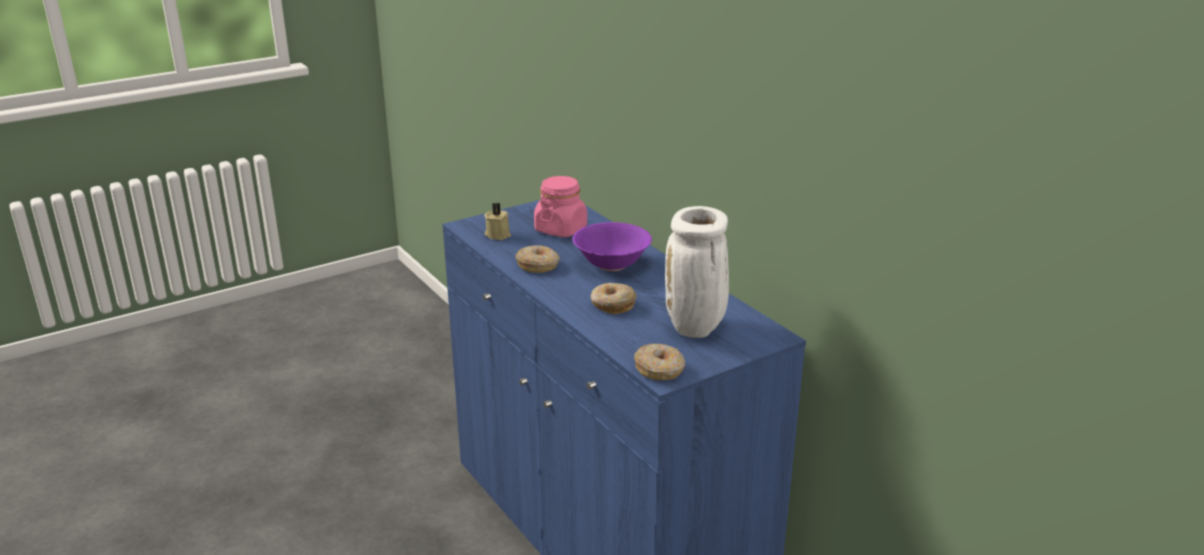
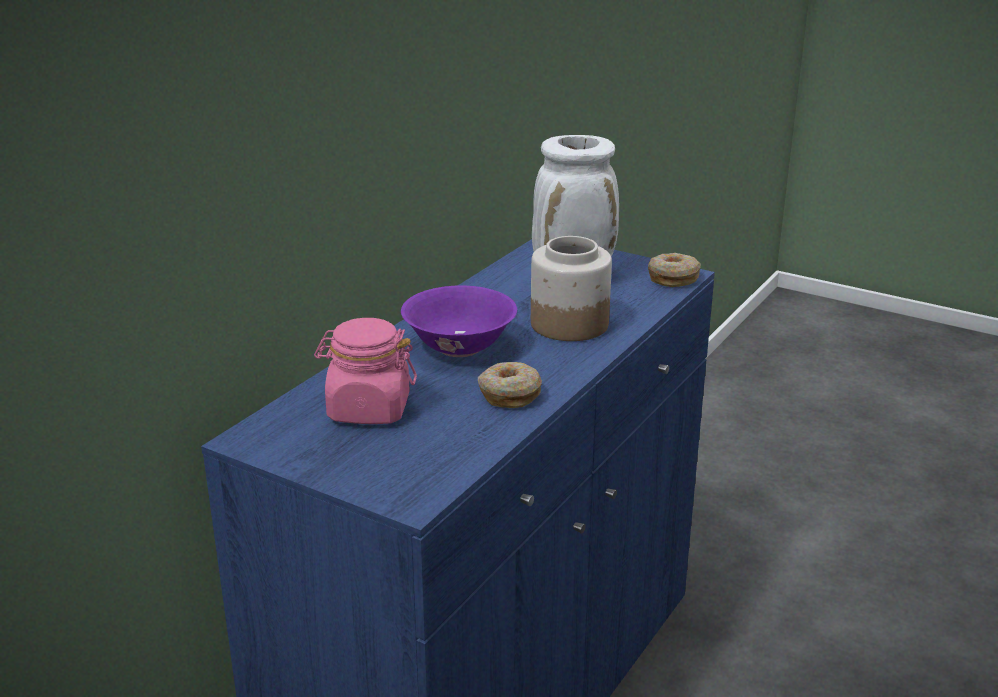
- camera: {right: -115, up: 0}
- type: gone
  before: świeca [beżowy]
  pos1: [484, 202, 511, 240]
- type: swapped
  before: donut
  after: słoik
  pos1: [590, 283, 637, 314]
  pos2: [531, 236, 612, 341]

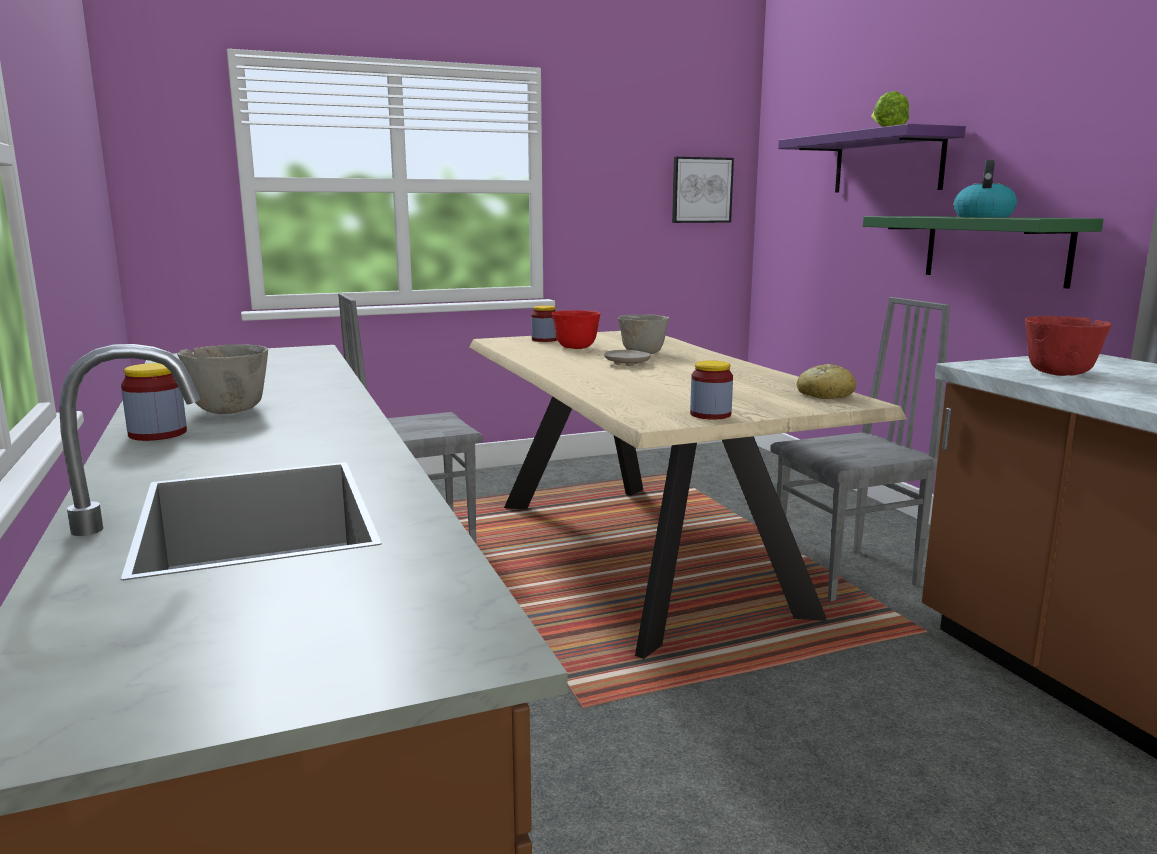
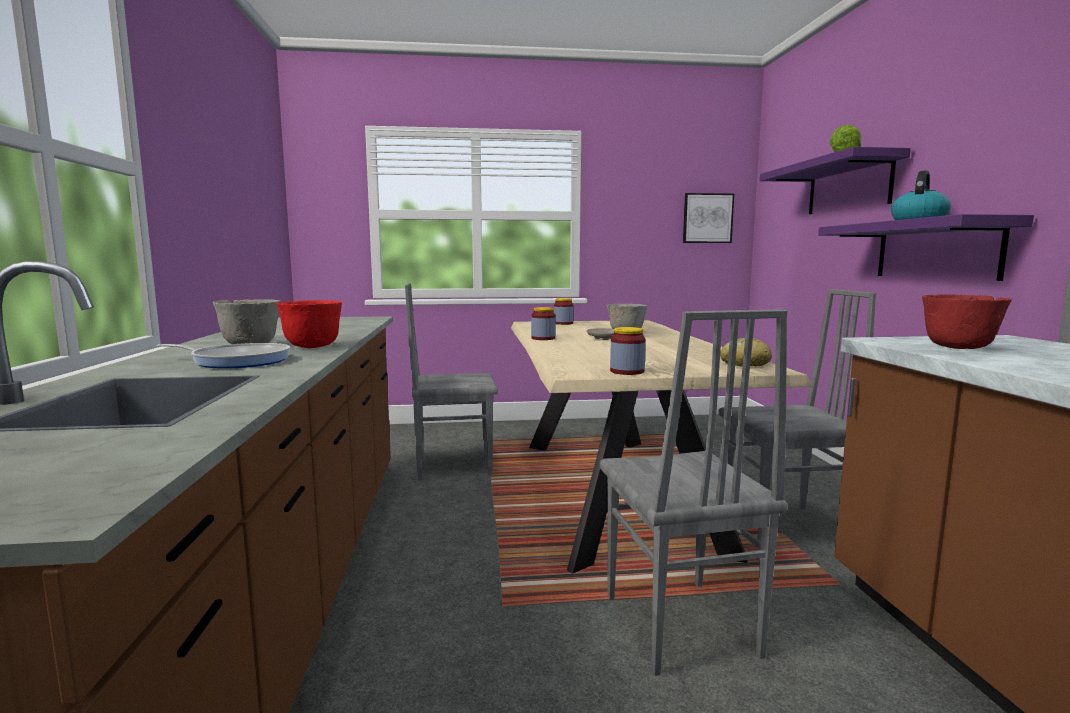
- camera: {right: 15, up: -5}
- type: shifted
  before: słoik
  pos1: [121, 363, 187, 441]
  pos2: [531, 307, 556, 340]
- type: shifted
  before: miska [czerwony]
  pos1: [551, 310, 600, 349]
  pos2: [276, 300, 342, 348]
- type: repainted
  before: półka [zielony]
  after: półka [fioletowy]
  pos1: [863, 216, 1104, 289]
  pos2: [818, 214, 1034, 281]
- type: new
  after: patelnia
  pos2: [157, 343, 290, 369]
- type: new
  after: krzesło [szary]
  pos2: [600, 309, 788, 676]

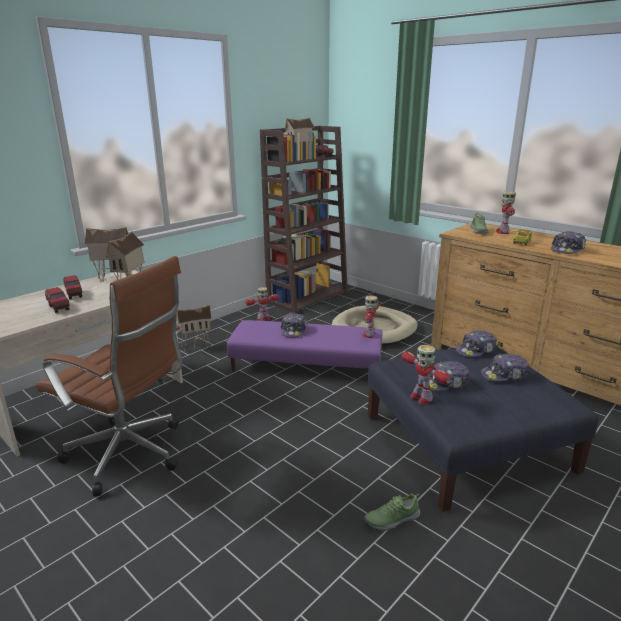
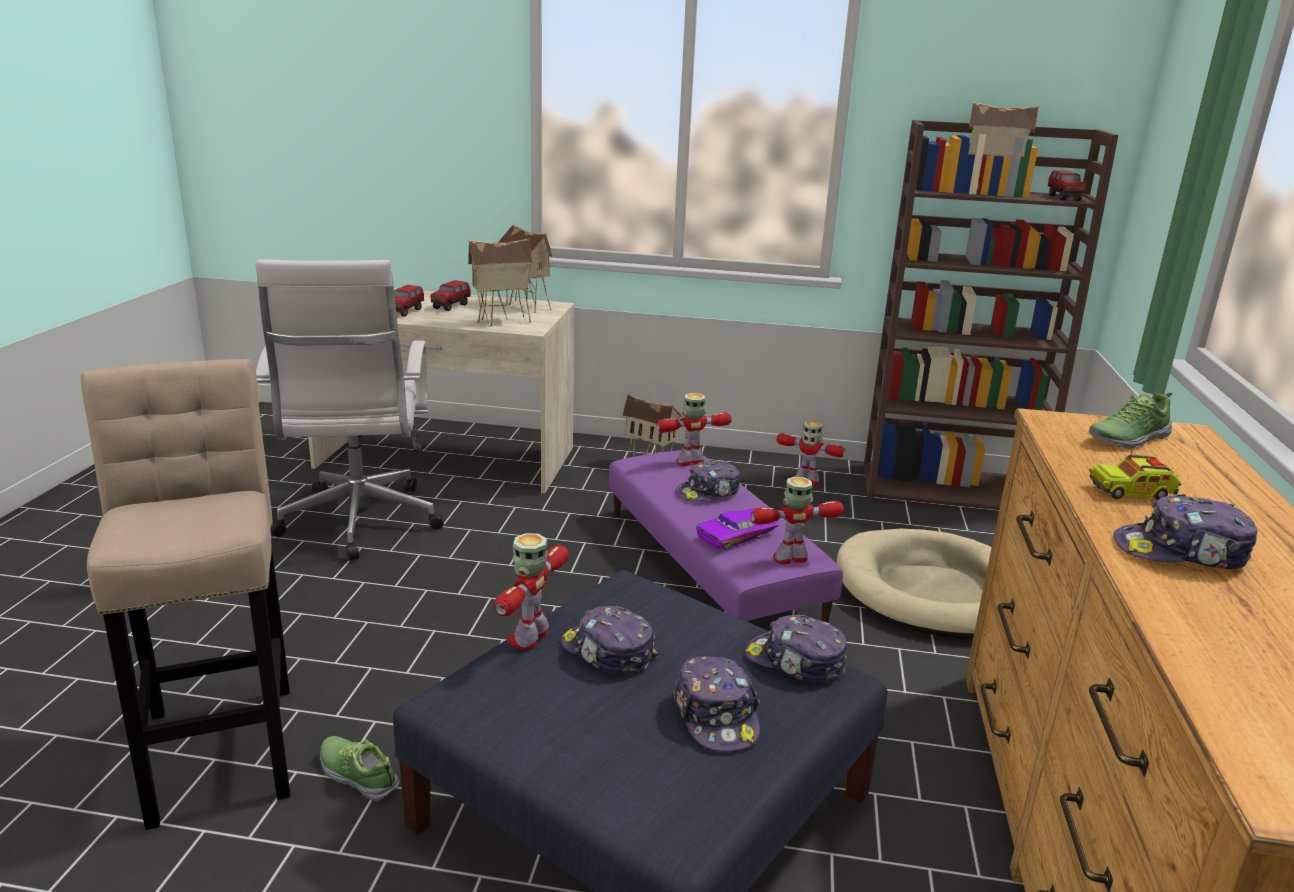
- camera: {right: 55, up: 0}
- type: repainted
  before: krzesło biurowe [brązowy]
  after: krzesło biurowe [biały]
  pos1: [36, 256, 182, 497]
  pos2: [255, 259, 444, 561]
- type: rotated
  before: czapka z daszkiem
  pos1: [481, 354, 529, 381]
  pos2: [673, 656, 760, 752]
  turn: -150
- type: shifted
  before: robot zabawkowy
  pos1: [496, 192, 516, 234]
  pos2: [657, 393, 732, 466]
- type: new
  after: stołek [beżowy]
  pos2: [81, 359, 290, 830]
- type: new
  after: samochodzik [fioletowy]
  pos2: [696, 507, 780, 550]

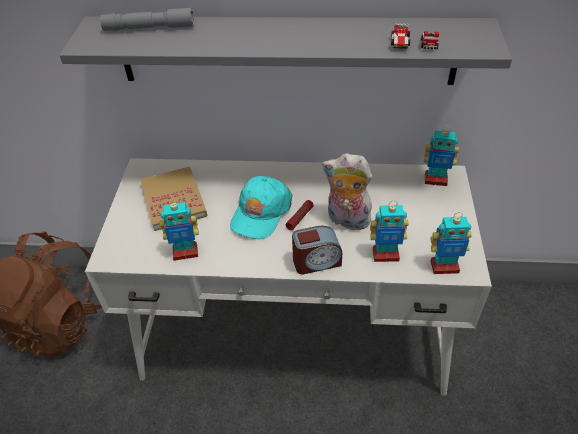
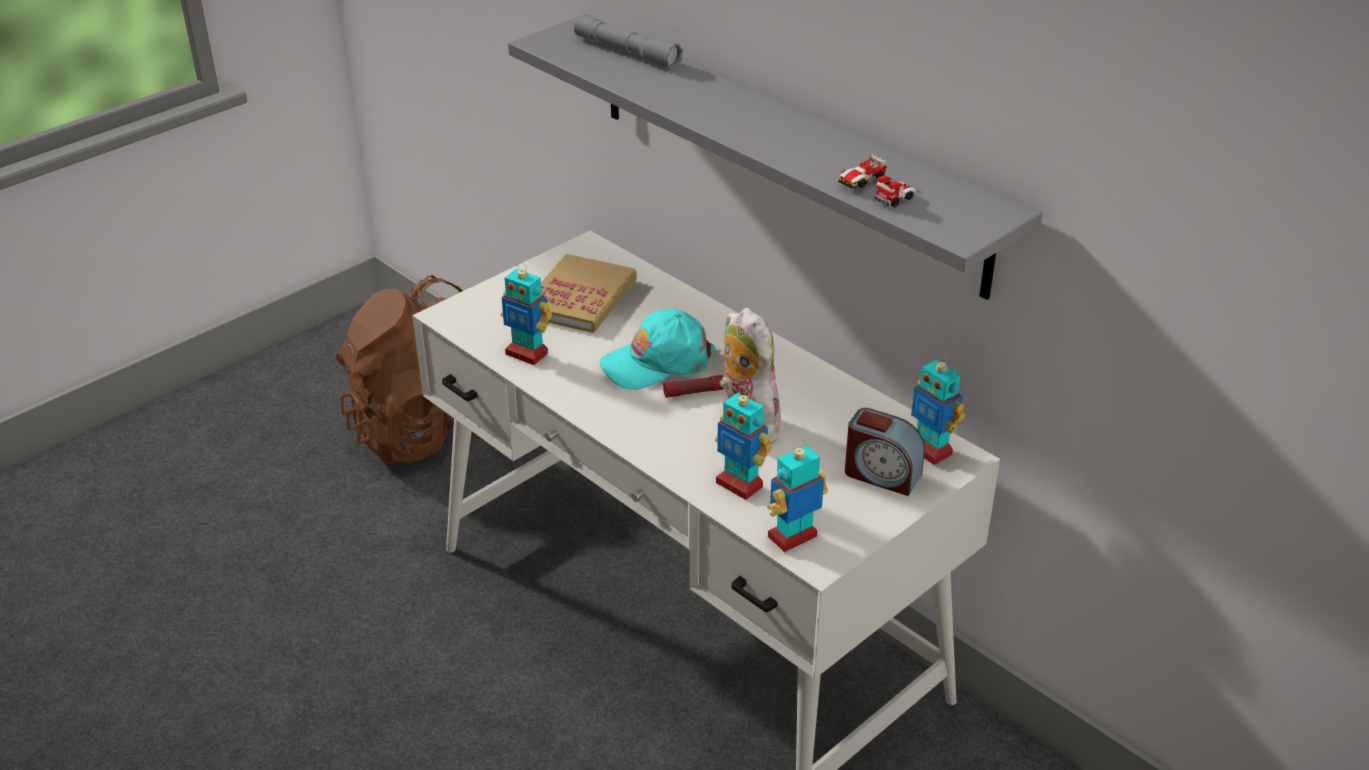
- camera: {right: 40, up: -10}
- type: shifted
  before: budzik
  pos1: [292, 226, 342, 275]
  pos2: [845, 408, 925, 496]
- type: rotated
  before: robot zabawkowy
  pos1: [431, 214, 472, 274]
  pos2: [767, 440, 828, 552]
  turn: 105

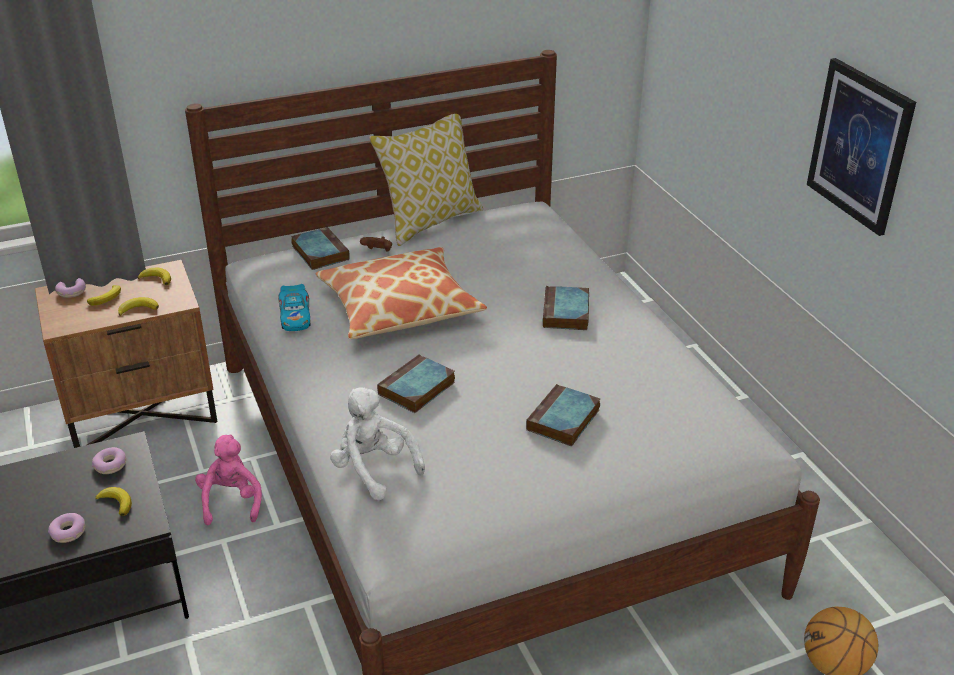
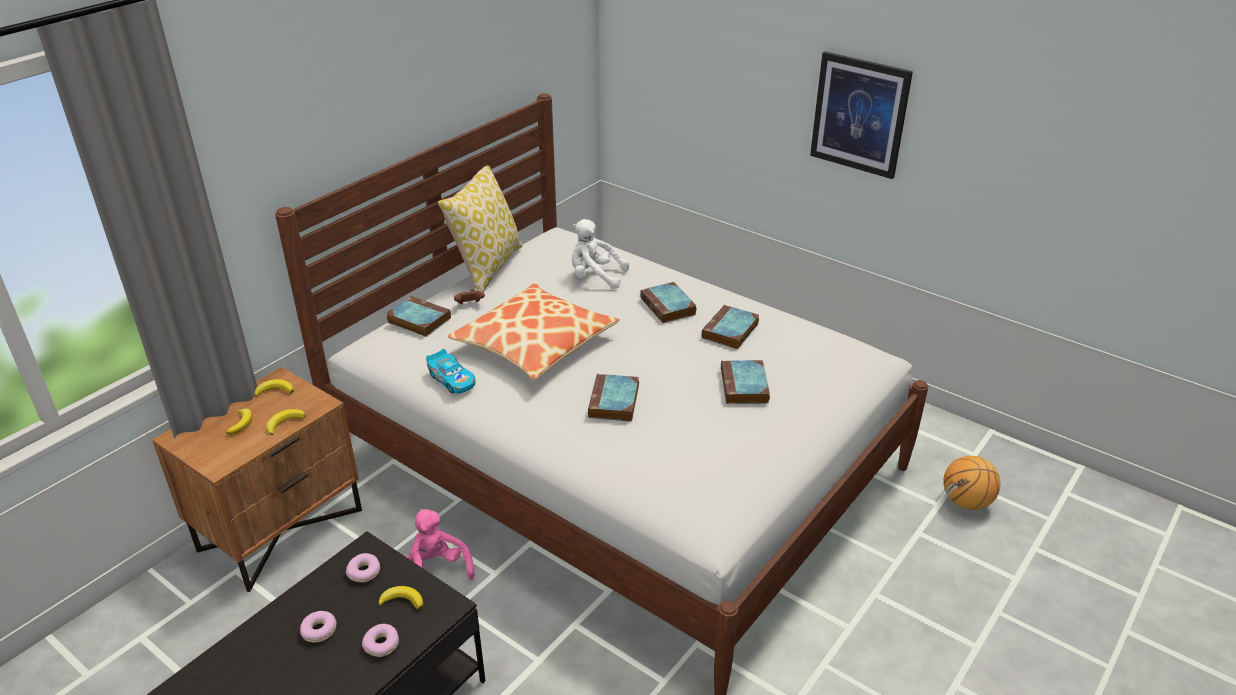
- camera: {right: -30, up: 0}
- type: shifted
  before: donut
  pos1: [55, 278, 86, 298]
  pos2: [300, 611, 337, 643]
- type: shifted
  before: pluszak [biały]
  pos1: [330, 387, 425, 500]
  pos2: [572, 219, 629, 289]
- type: new
  after: książka
  pos2: [702, 305, 759, 349]

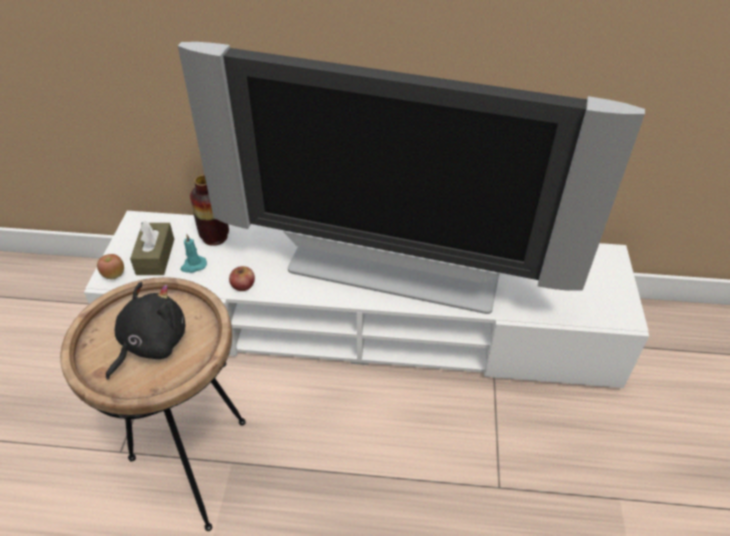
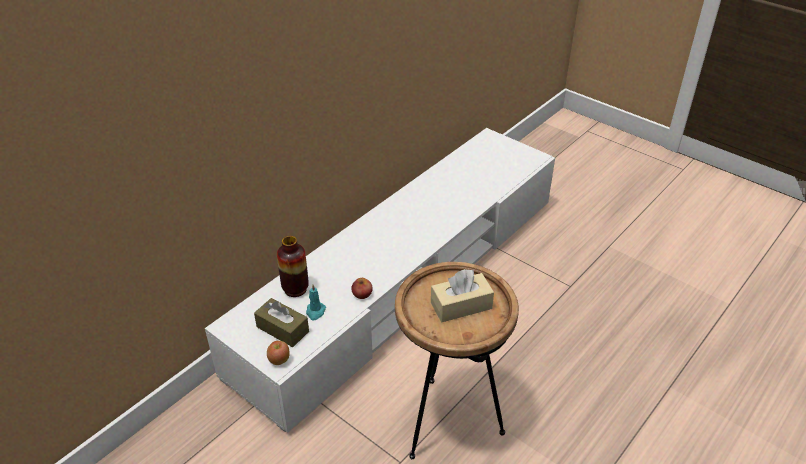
- camera: {right: -55, up: -5}
- type: swapped
  before: pluszak [czarny]
  after: pudełko chusteczek [beżowy]
  pos1: [106, 282, 186, 380]
  pos2: [431, 269, 494, 322]
- type: gone
  before: telewizor
  pos1: [178, 42, 645, 314]

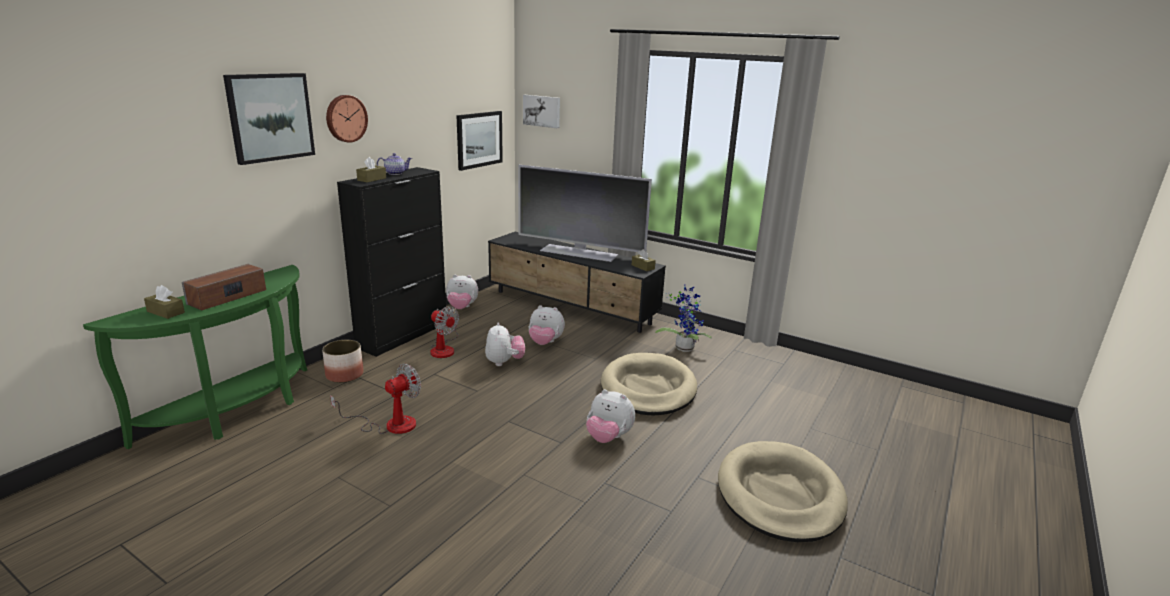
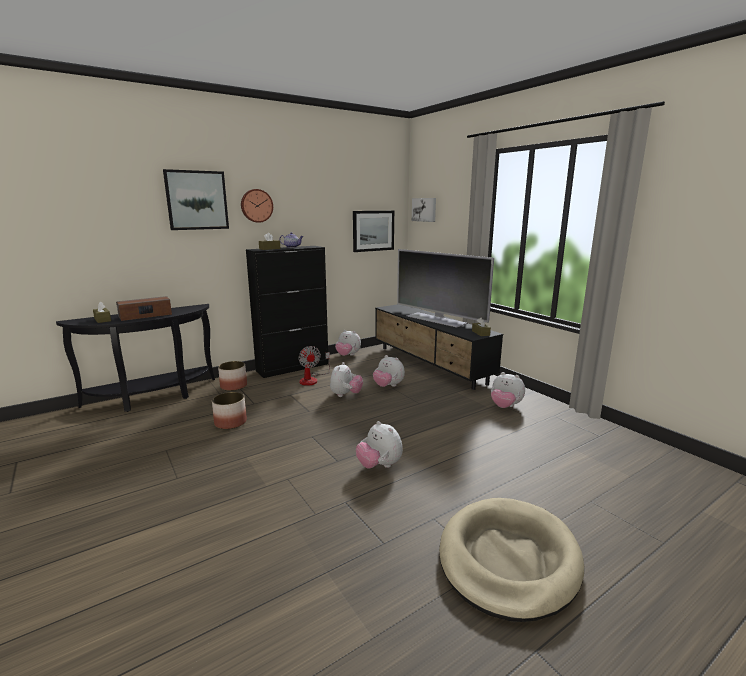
- camera: {right: 25, up: -5}
- type: repainted
  before: stolik konsolowy [zielony]
  after: stolik konsolowy [czarny]
  pos1: [83, 265, 307, 449]
  pos2: [56, 304, 215, 412]
- type: swapped
  before: wentylator
  after: donica
  pos1: [330, 363, 421, 434]
  pos2: [212, 392, 247, 429]
- type: gone
  before: legowisko [beżowy]
  pos1: [601, 353, 697, 415]
- type: swapped
  before: roślina doniczkowa
  after: pluszak
  pos1: [655, 285, 712, 352]
  pos2: [491, 372, 525, 408]

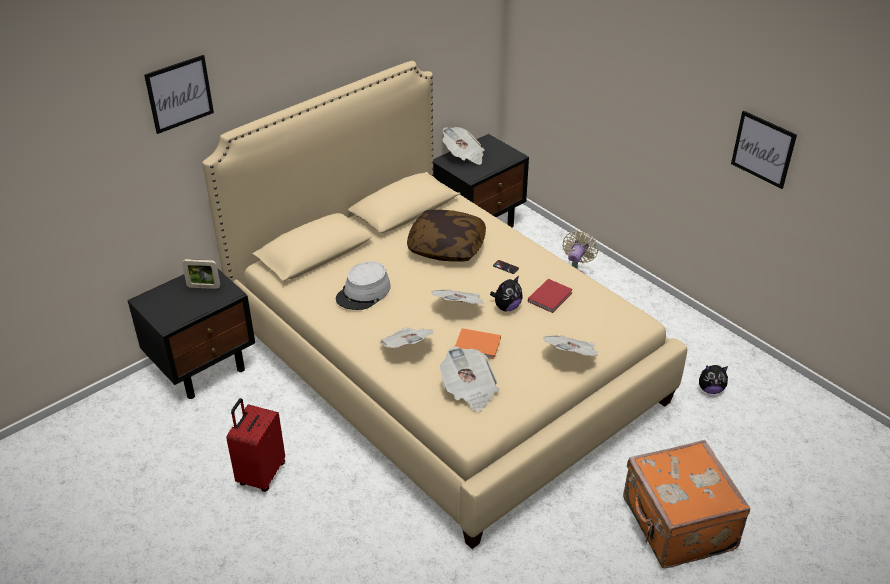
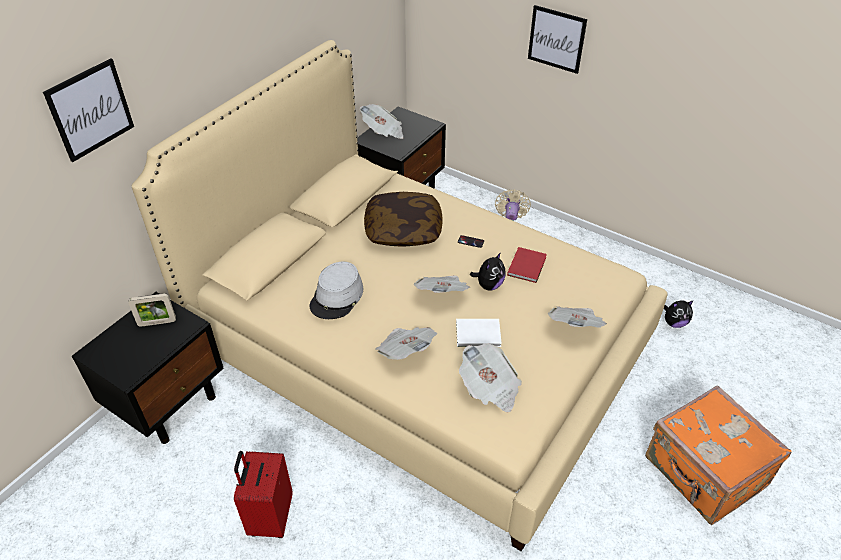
- camera: {right: -15, up: 5}
- type: repainted
  before: książka [pomarańczowy]
  after: książka [biały]
  pos1: [455, 328, 501, 359]
  pos2: [456, 319, 502, 347]
- type: shifted
  before: obraz
  pos1: [731, 111, 797, 189]
  pos2: [528, 5, 587, 74]

